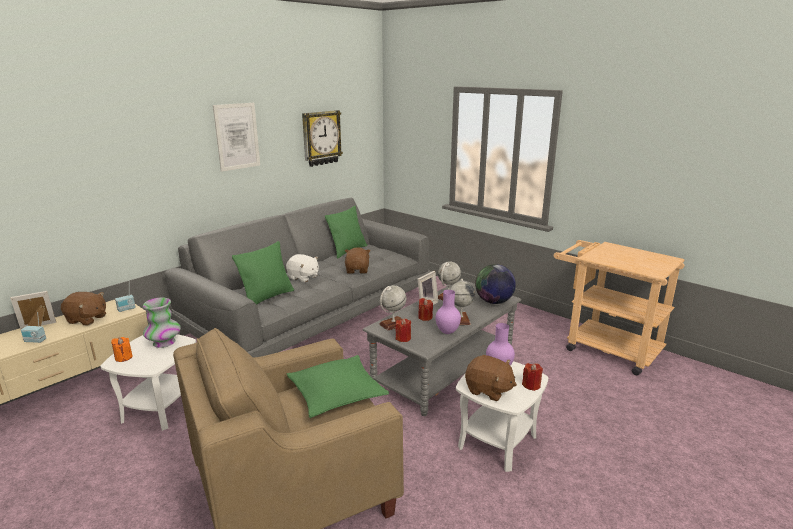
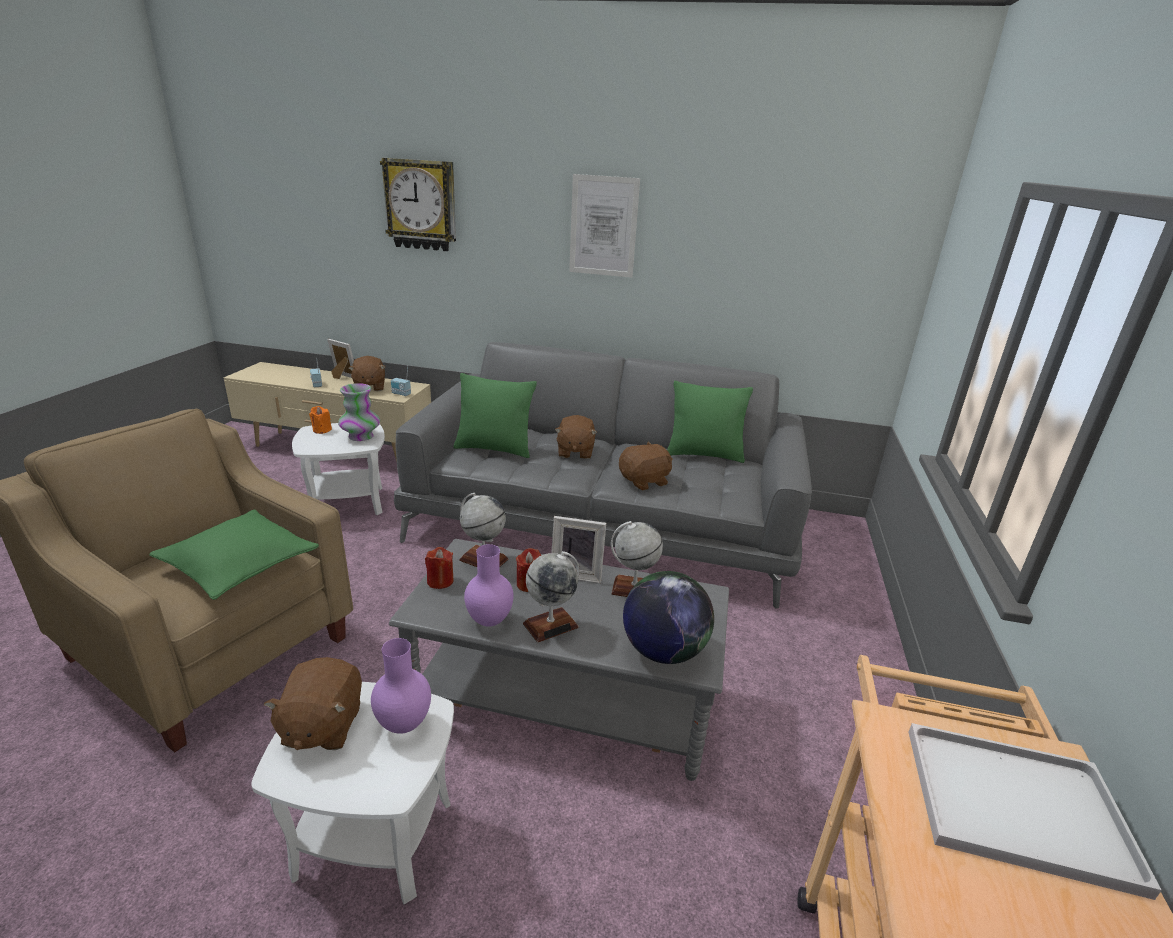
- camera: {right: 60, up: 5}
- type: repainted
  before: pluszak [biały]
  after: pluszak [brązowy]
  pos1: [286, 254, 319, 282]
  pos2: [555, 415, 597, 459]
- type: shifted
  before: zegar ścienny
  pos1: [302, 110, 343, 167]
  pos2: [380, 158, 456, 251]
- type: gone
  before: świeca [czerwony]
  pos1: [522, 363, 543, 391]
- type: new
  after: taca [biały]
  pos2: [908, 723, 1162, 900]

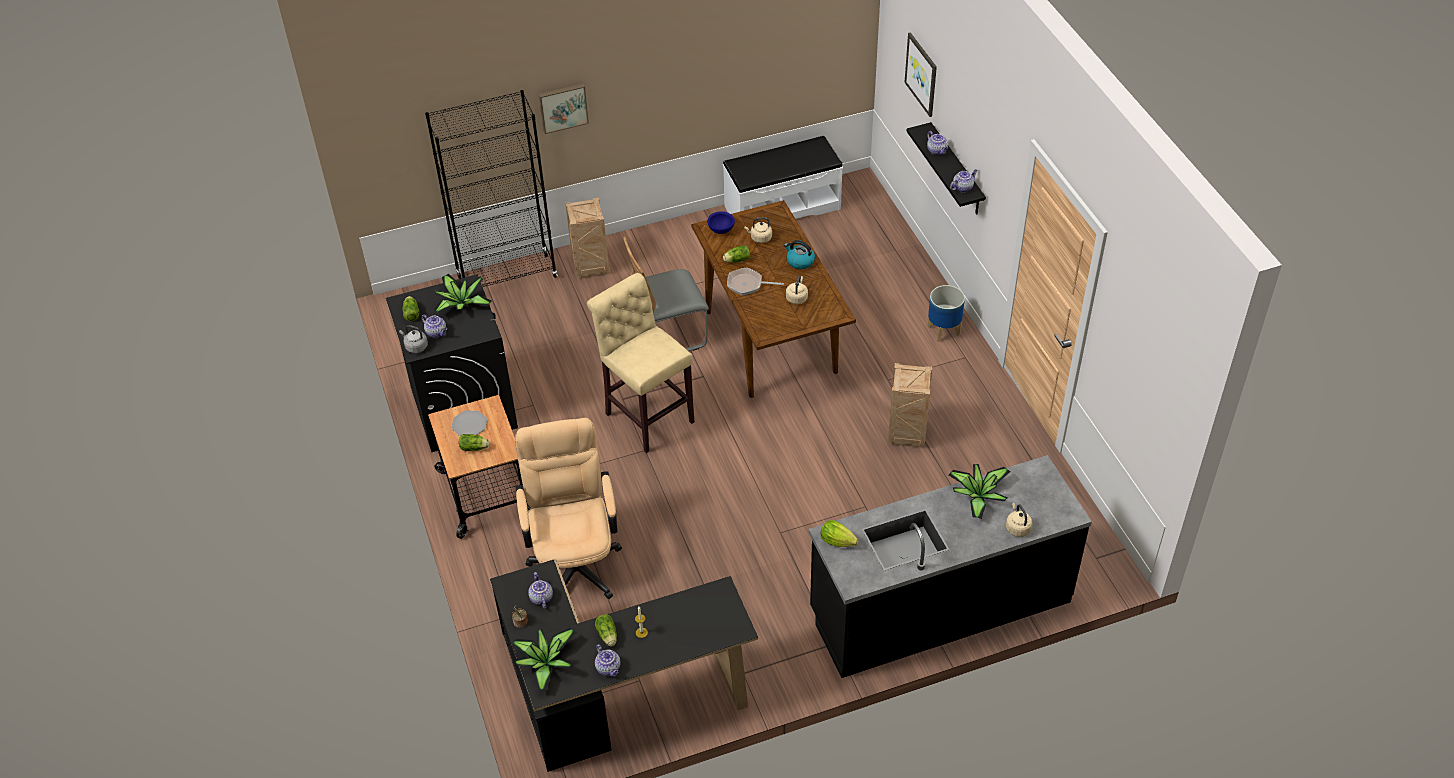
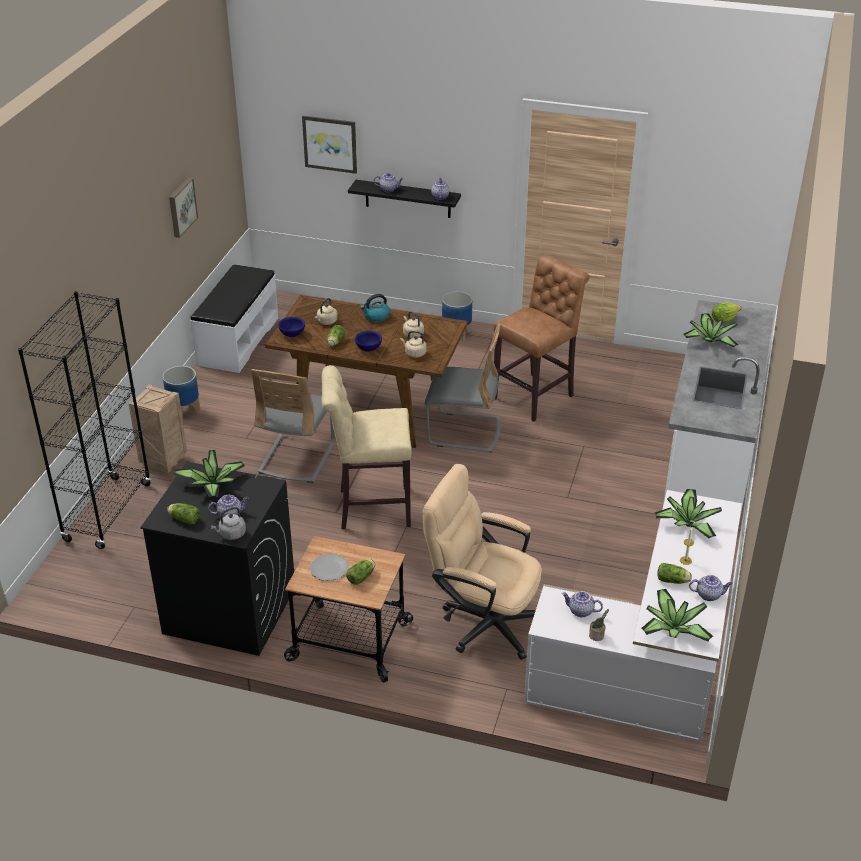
- camera: {right: -55, up: -10}
- type: repainted
  before: biurko [czarny]
  after: biurko [biały]
  pos1: [490, 559, 758, 772]
  pos2: [524, 490, 742, 742]
- type: shifted
  before: obraz
  pos1: [539, 84, 589, 134]
  pos2: [169, 177, 198, 238]
- type: swapped
  before: patelnia
  after: miska [niebieski]
  pos1: [727, 267, 784, 296]
  pos2: [355, 331, 382, 352]
- type: repainted
  before: zabudowa kuchenna [czarny]
  after: zabudowa kuchenna [biały]
  pos1: [809, 455, 1092, 678]
  pos2: [663, 300, 774, 522]
- type: shifted
  before: sałata
  pos1: [820, 520, 859, 547]
  pos2: [712, 302, 741, 323]
- type: swapped
  before: skrzynka
  after: stołek [brązowy]
  pos1: [888, 363, 932, 447]
  pos2: [494, 255, 590, 422]
- type: shifted
  before: czajnik [beżowy]
  pos1: [1006, 503, 1033, 537]
  pos2: [400, 331, 426, 358]
- type: new
  after: donica
  pos2: [163, 366, 201, 419]
- type: new
  after: krzesło [szary]
  pos2: [425, 321, 501, 452]
- type: new
  after: roślina doniczkowa
  pos2: [655, 489, 722, 538]

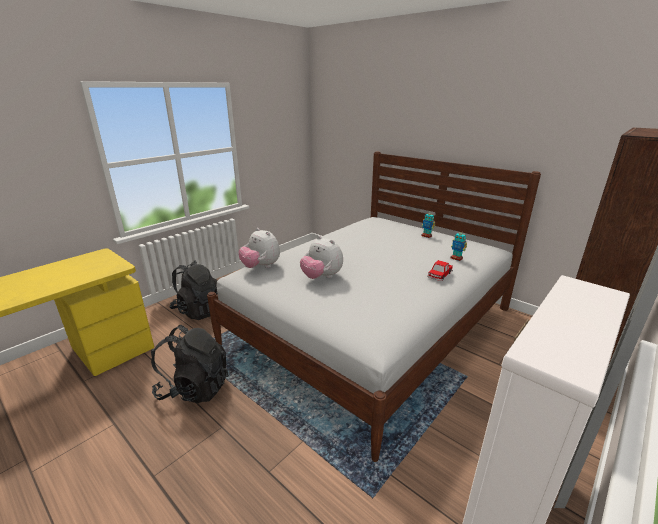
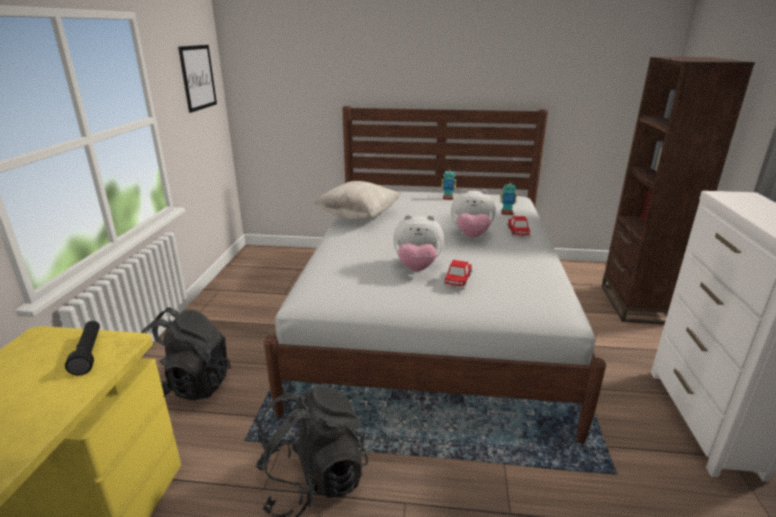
- camera: {right: -35, up: 0}
- type: shifted
  before: pluszak
  pos1: [238, 228, 280, 268]
  pos2: [451, 189, 495, 238]
- type: new
  after: latarka [czarny]
  pos2: [65, 321, 100, 375]
- type: new
  after: obraz
  pos2: [178, 45, 217, 113]
- type: new
  after: poduszka [beżowy]
  pos2: [314, 181, 400, 220]
- type: new
  after: samochodzik
  pos2: [443, 260, 473, 289]

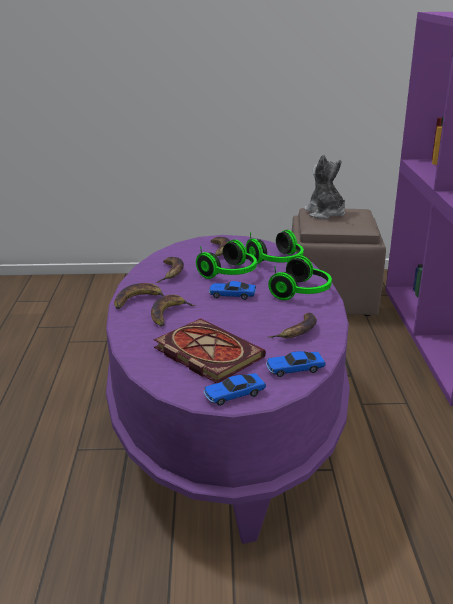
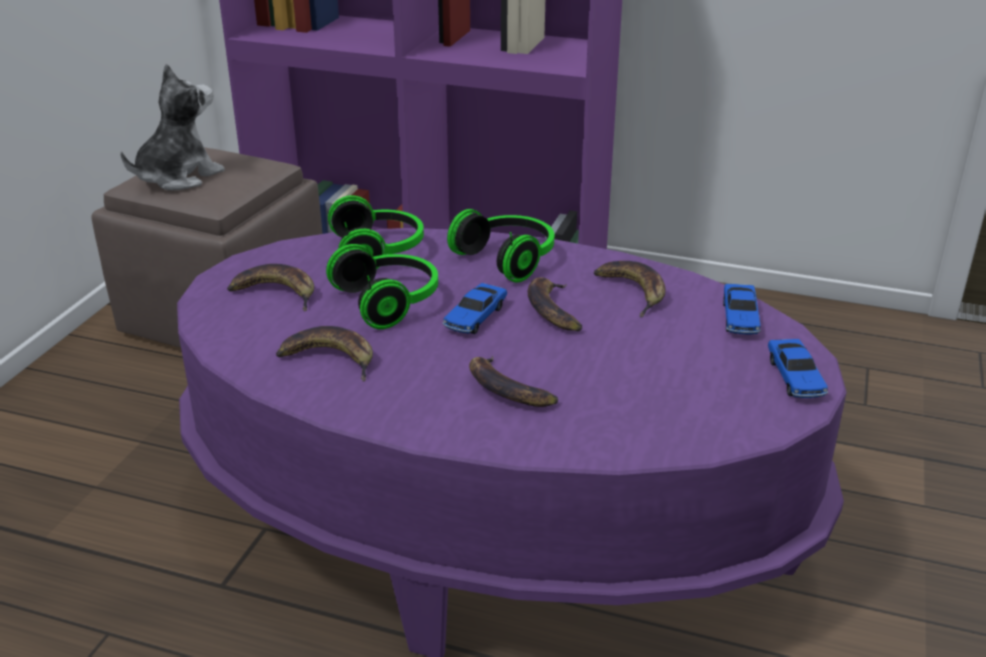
- camera: {right: -70, up: 5}
- type: shifted
  before: banan
  pos1: [114, 283, 164, 309]
  pos2: [528, 277, 582, 331]
- type: gone
  before: książka
  pos1: [153, 318, 266, 383]
- type: rotated
  before: pluszak
  pos1: [304, 154, 345, 219]
  pos2: [120, 64, 225, 190]
  turn: 135

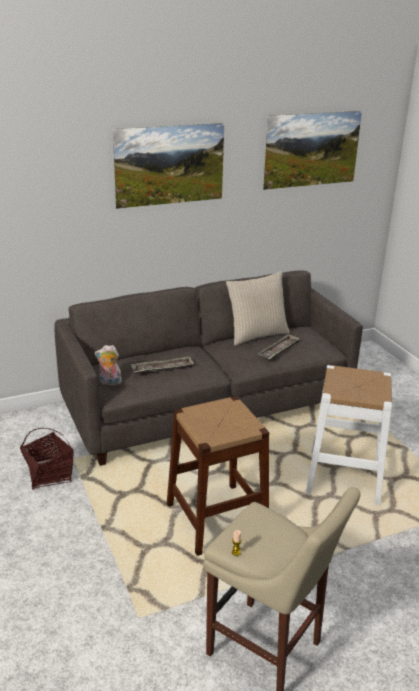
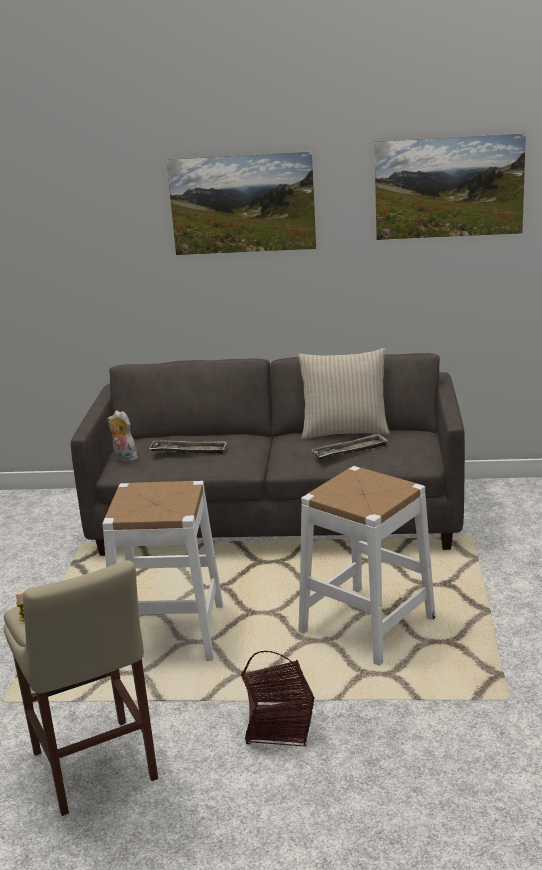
- camera: {right: 30, up: -5}
- type: shifted
  before: koszyk
  pos1: [20, 428, 74, 490]
  pos2: [241, 651, 314, 747]
- type: repainted
  before: stołek [brązowy]
  after: stołek [biały]
  pos1: [167, 396, 269, 556]
  pos2: [102, 481, 223, 661]

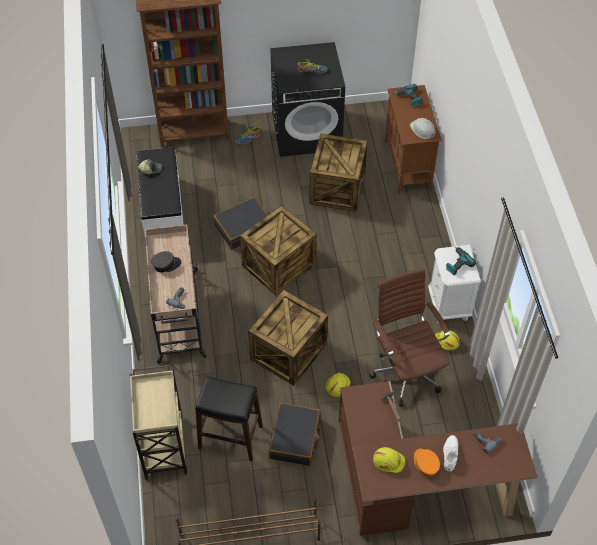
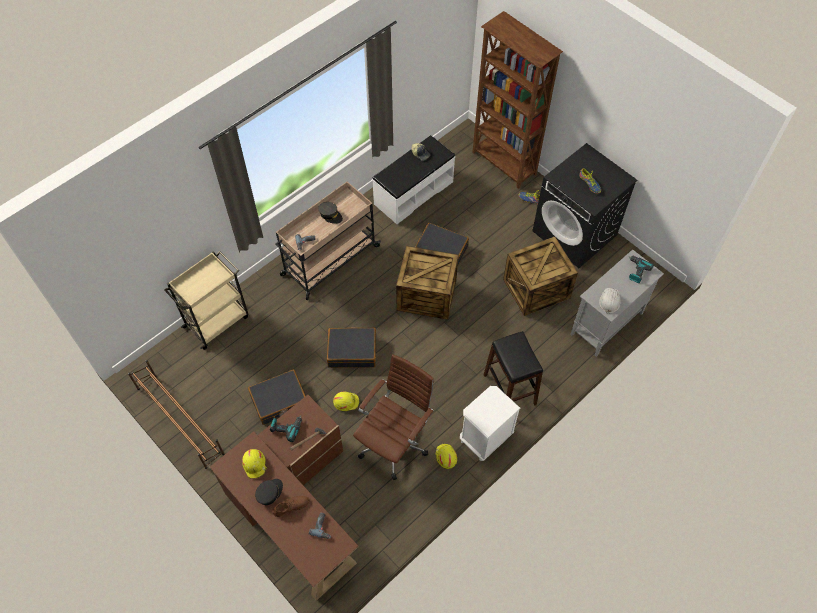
- camera: {right: 55, up: 5}
- type: shifted
  before: stołek [czarny]
  pos1: [195, 376, 263, 461]
  pos2: [483, 331, 543, 406]
- type: swapped
  before: skrzynka
  after: walizka [czarny]
  pos1: [248, 290, 328, 386]
  pos2: [327, 327, 376, 368]
- type: repainted
  before: szafka [brązowy]
  after: szafka [szary]
  pos1: [385, 85, 442, 193]
  pos2: [570, 250, 664, 357]
- type: repainted
  before: czapka z daszkiem [pomarańczowy]
  after: czapka z daszkiem [czarny]
  pos1: [414, 449, 440, 477]
  pos2: [255, 479, 283, 505]
- type: repainted
  before: but [biały]
  after: but [brązowy]
  pos1: [443, 435, 458, 472]
  pos2: [273, 496, 309, 517]
- type: shifted
  before: wiertarka
  pos1: [446, 247, 476, 275]
  pos2: [270, 416, 302, 442]

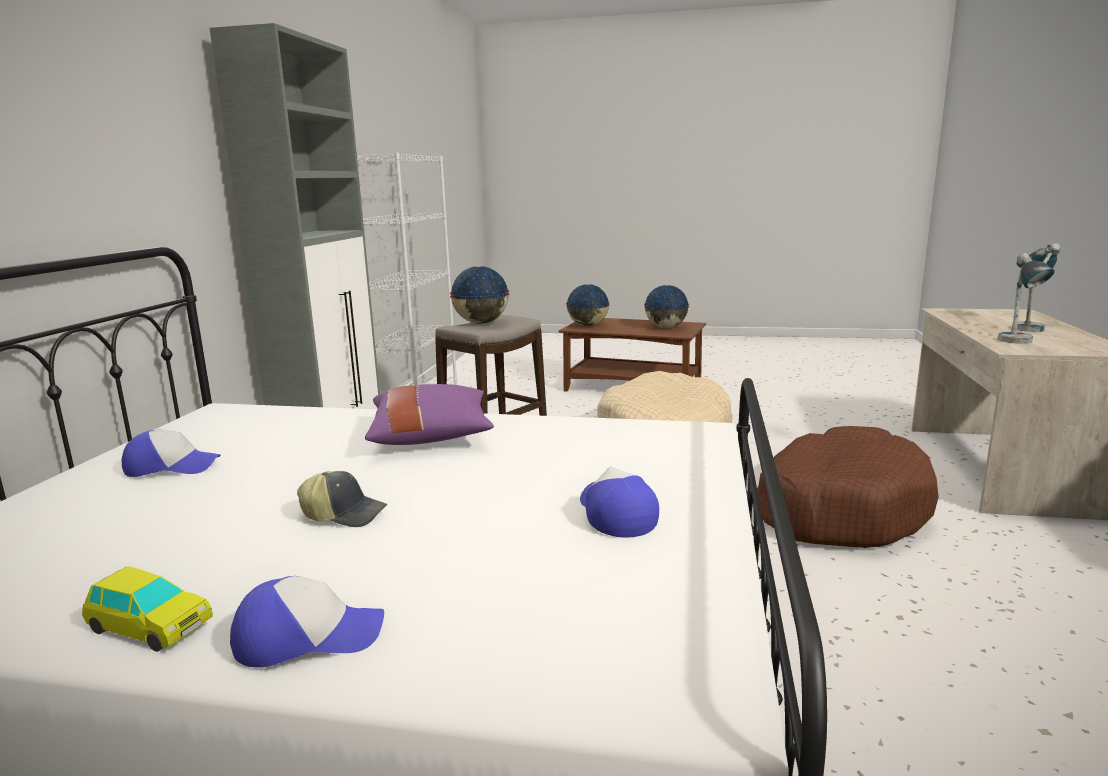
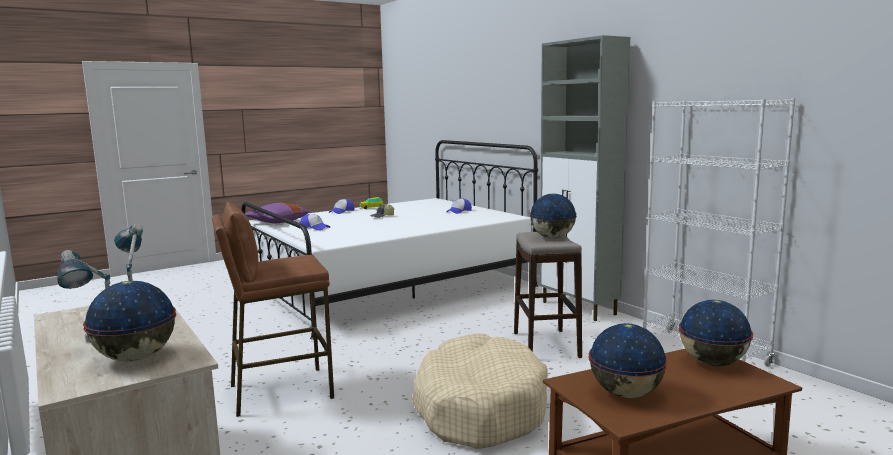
- camera: {right: 135, up: -5}
- type: shifted
  before: poduszka [fioletowy]
  pos1: [365, 384, 494, 445]
  pos2: [245, 203, 309, 223]
- type: swapped
  before: legowisko [brązowy]
  after: stołek [brązowy]
  pos1: [757, 426, 939, 548]
  pos2: [212, 202, 334, 417]
- type: new
  after: globus
  pos2: [83, 281, 176, 362]

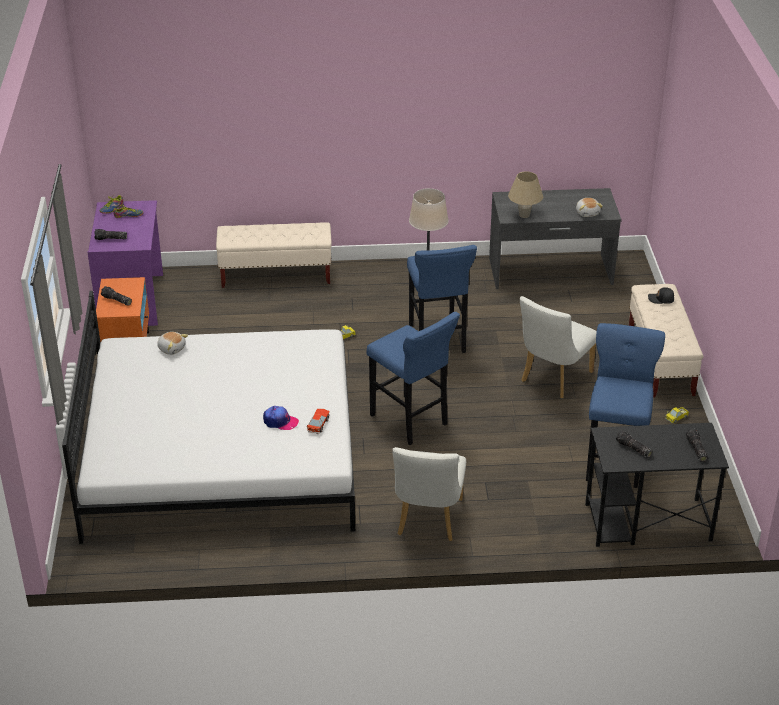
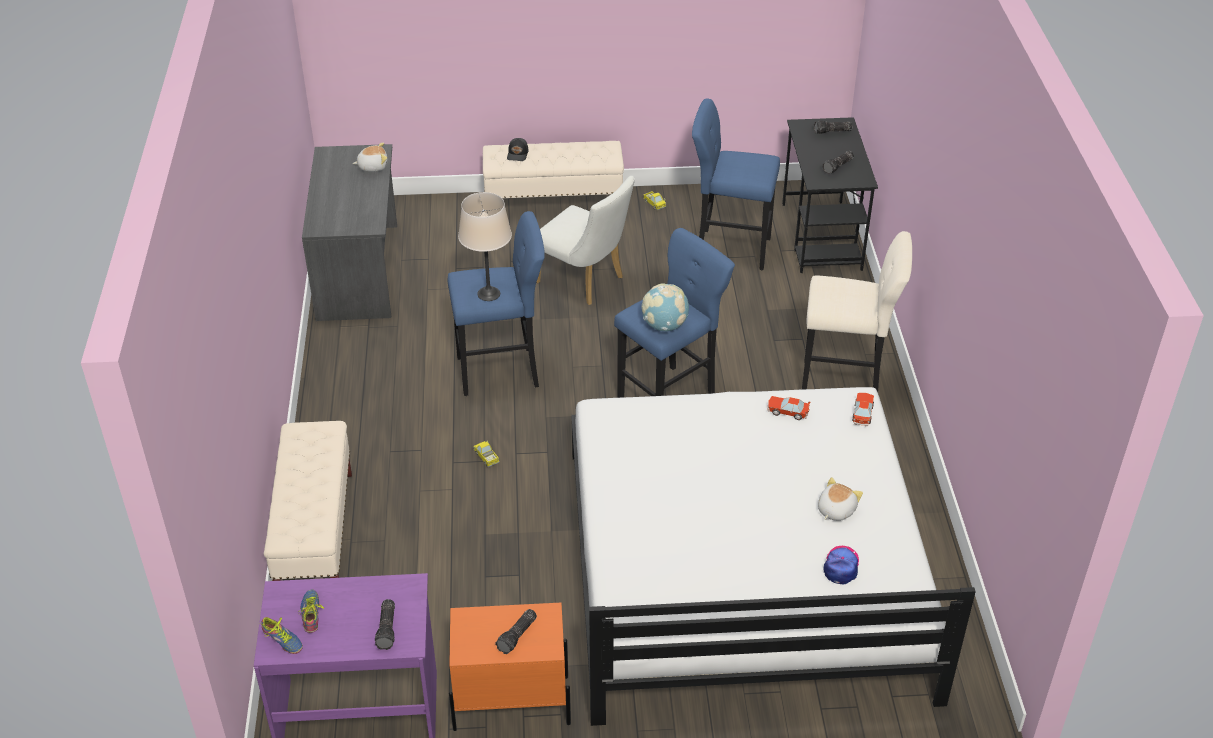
- camera: {right: -90, up: 5}
- type: shifted
  before: pluszak
  pos1: [157, 332, 188, 355]
  pos2: [818, 477, 863, 521]
- type: shifted
  before: czapka z daszkiem
  pos1: [263, 406, 299, 430]
  pos2: [824, 546, 859, 584]
- type: swapped
  before: krzesło [biały]
  after: stołek [beżowy]
  pos1: [392, 447, 466, 541]
  pos2: [802, 231, 912, 392]
- type: gone
  before: lampa stołowa [beżowy]
  pos1: [508, 171, 543, 218]
- type: new
  after: globus
  pos2: [641, 284, 689, 331]
- type: new
  after: samochodzik
  pos2: [852, 393, 874, 427]

